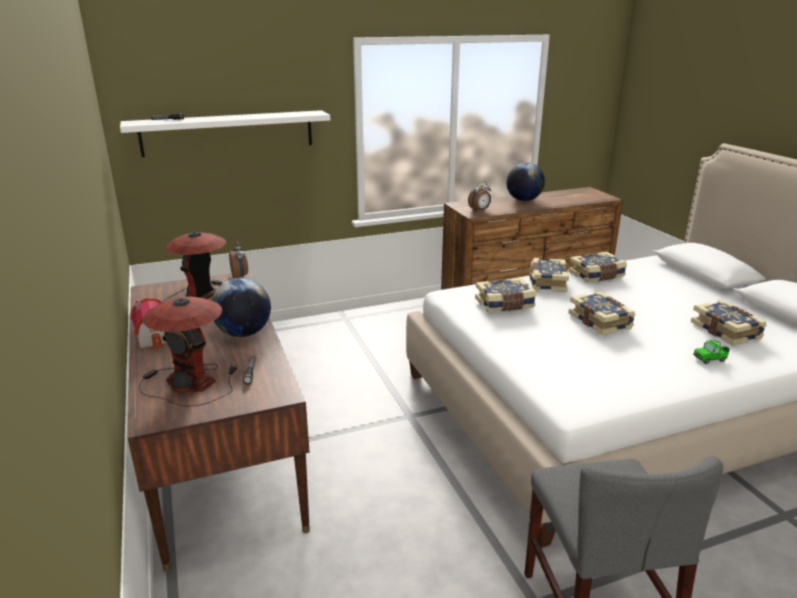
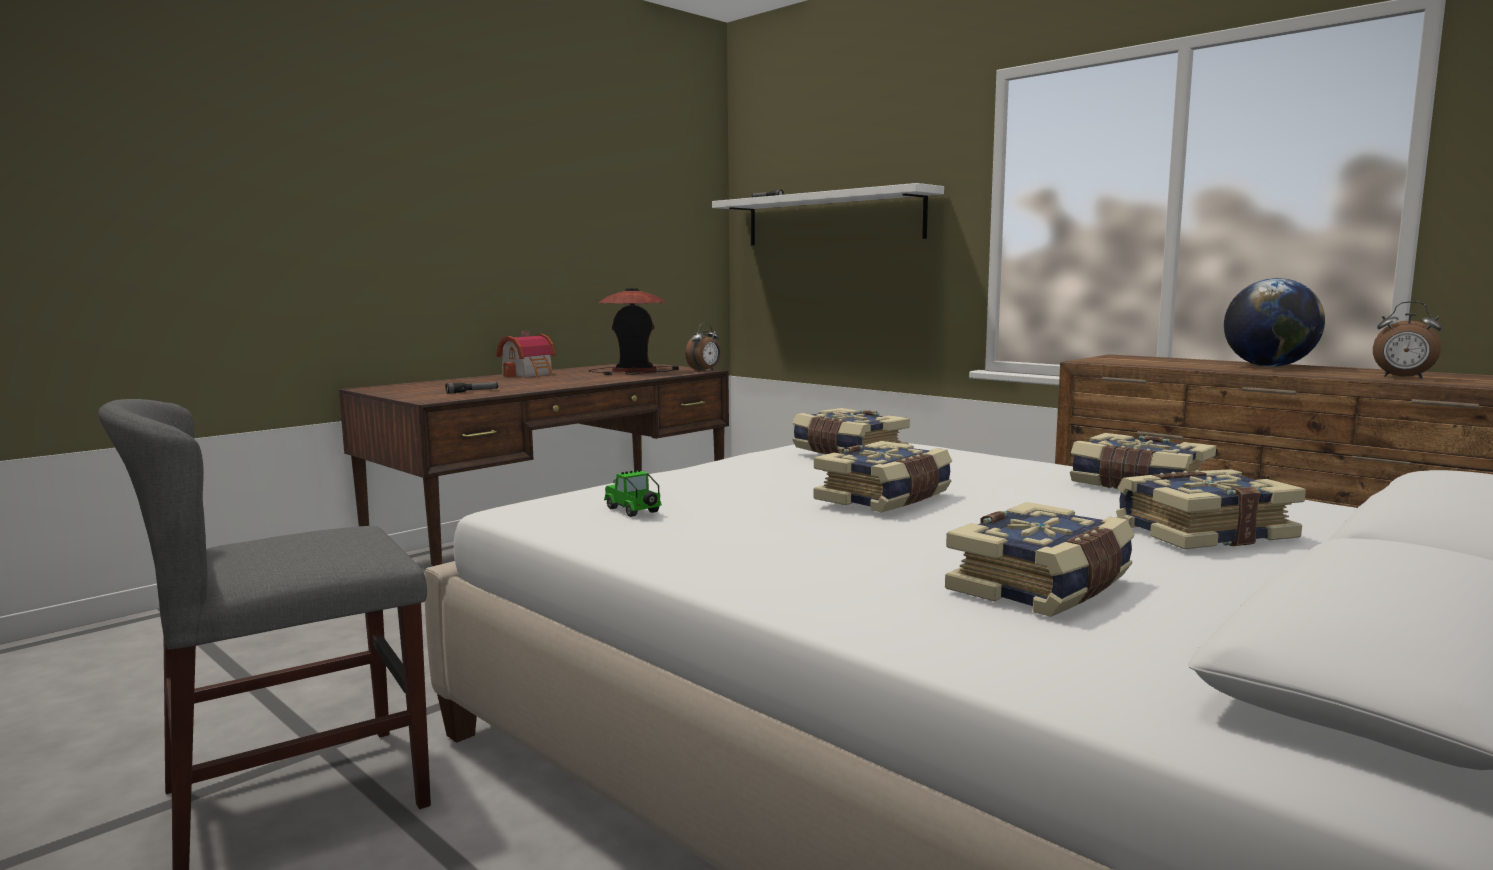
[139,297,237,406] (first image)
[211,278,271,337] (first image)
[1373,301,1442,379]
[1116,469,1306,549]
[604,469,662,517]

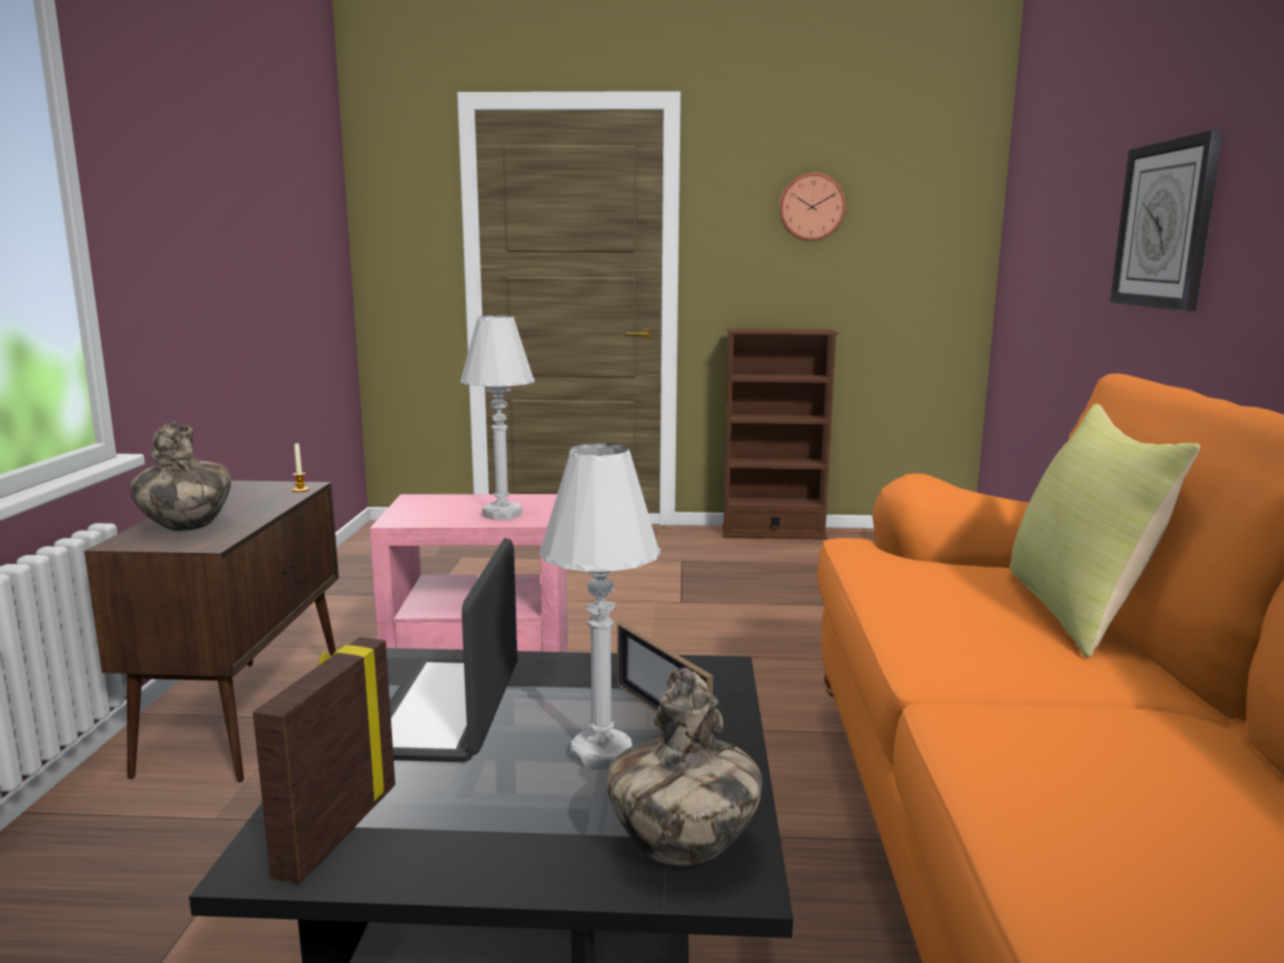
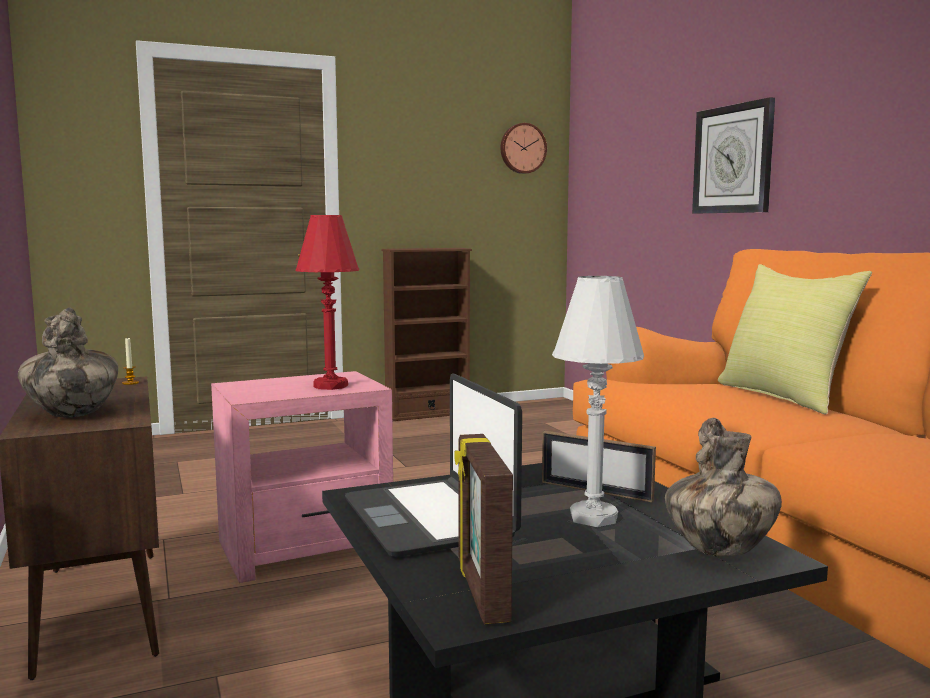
[296,215,359,390]
[501,123,547,174]

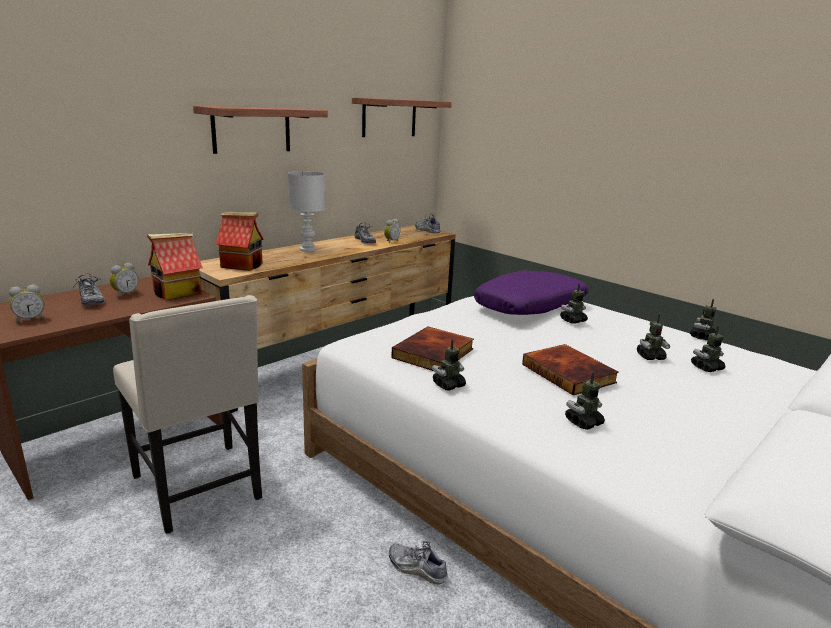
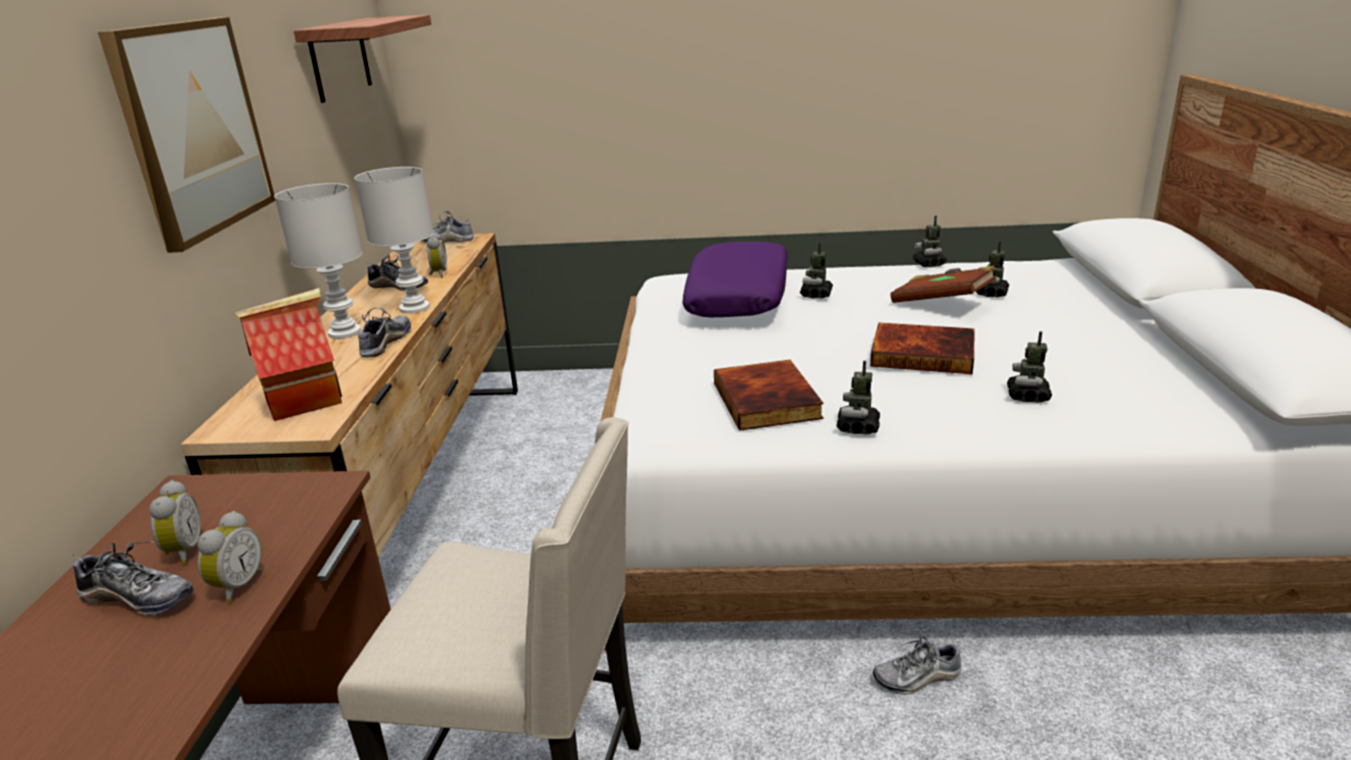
[197,511,262,603]
[147,233,203,300] (first image)
[98,17,275,253]
[890,266,996,303]
[354,167,433,314]
[358,308,411,358]

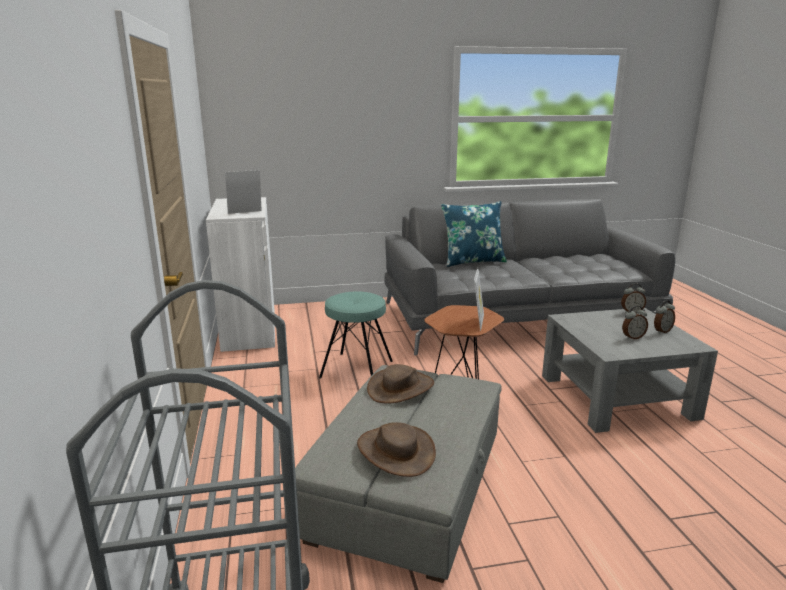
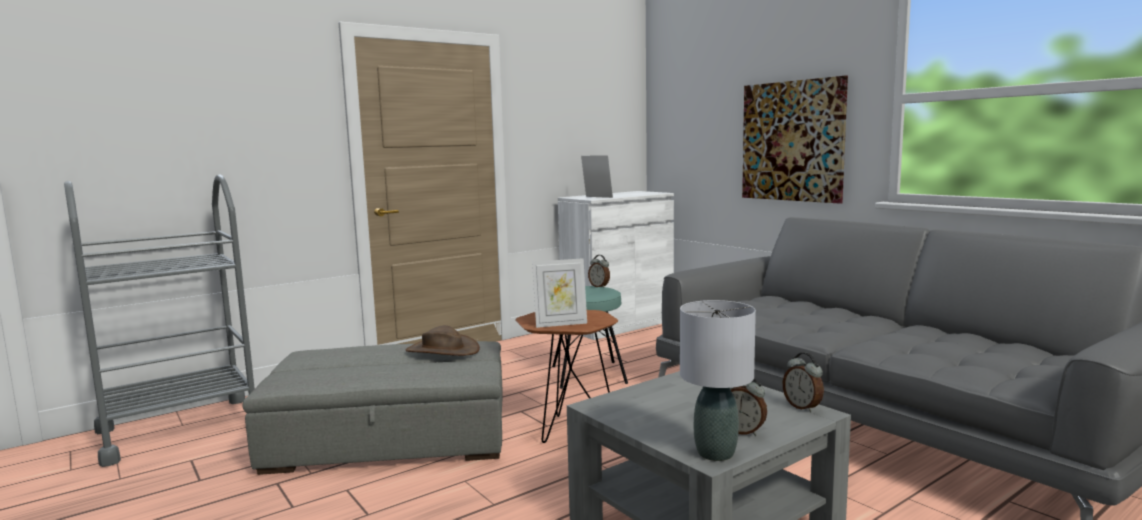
[357,422,436,477] (first image)
[441,201,507,267] (first image)
[588,255,610,288]
[680,300,756,461]
[742,75,848,204]

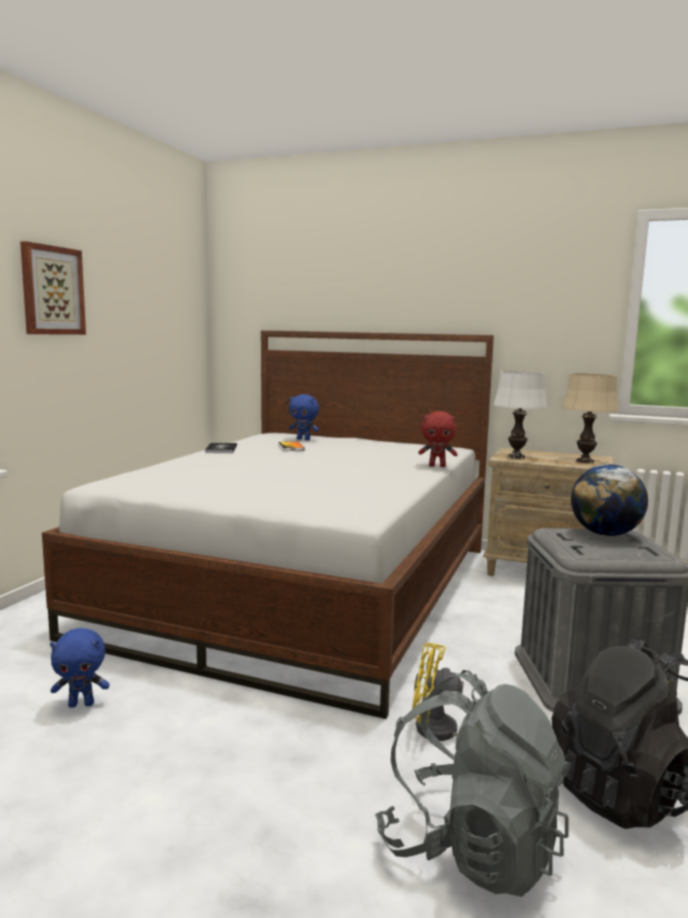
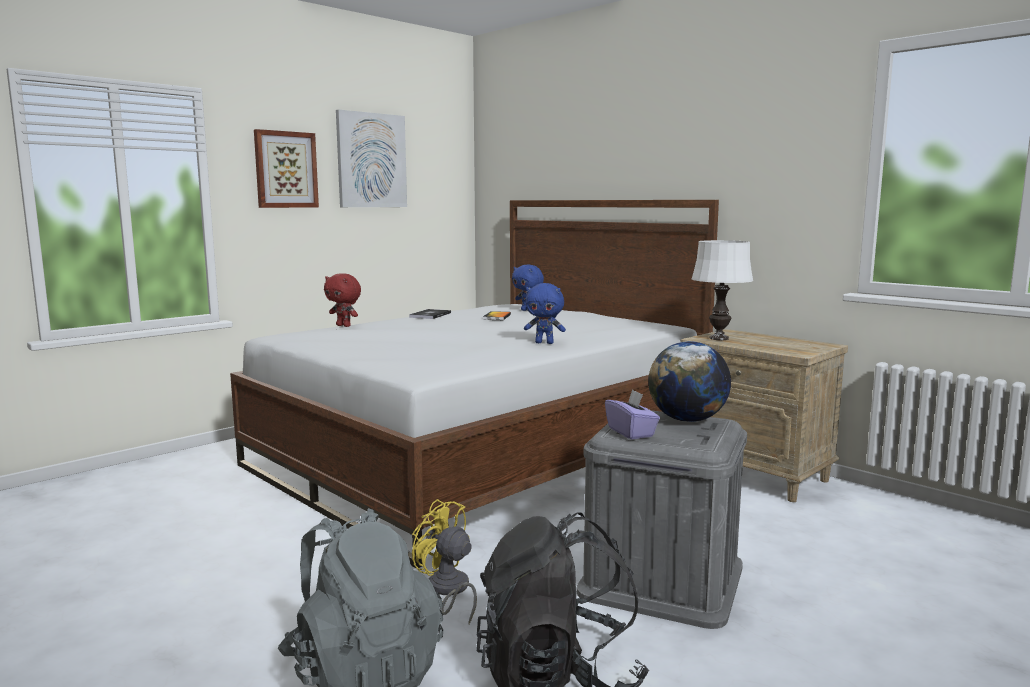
[524,283,566,344]
[324,273,361,327]
[562,373,619,463] (first image)
[336,109,407,207]
[605,389,660,440]

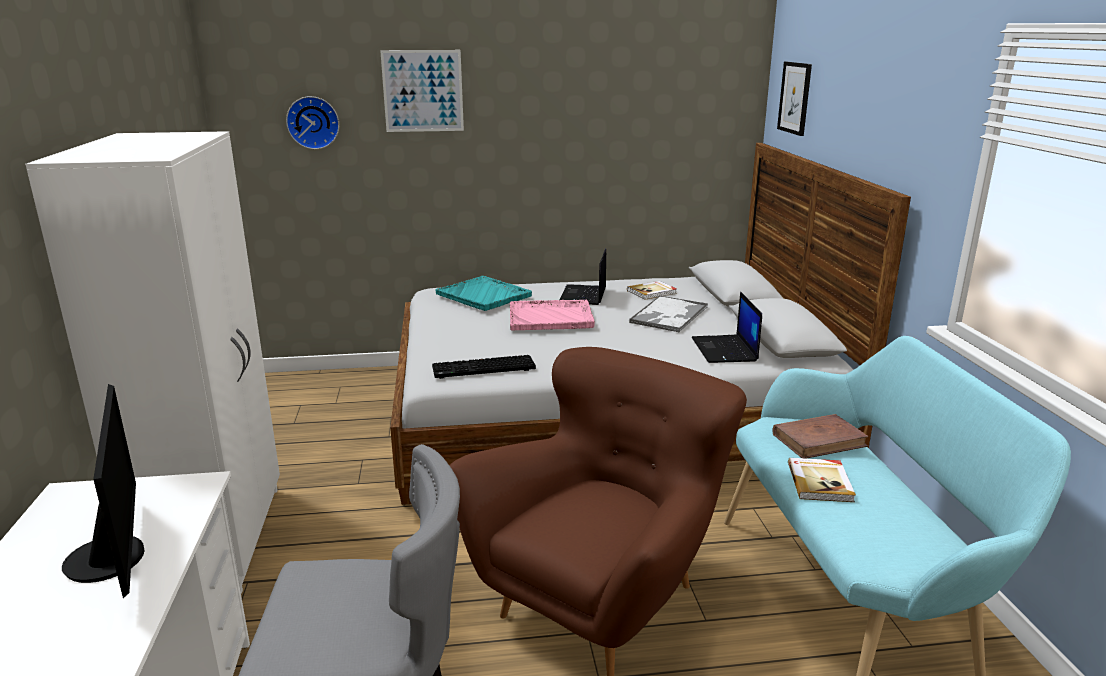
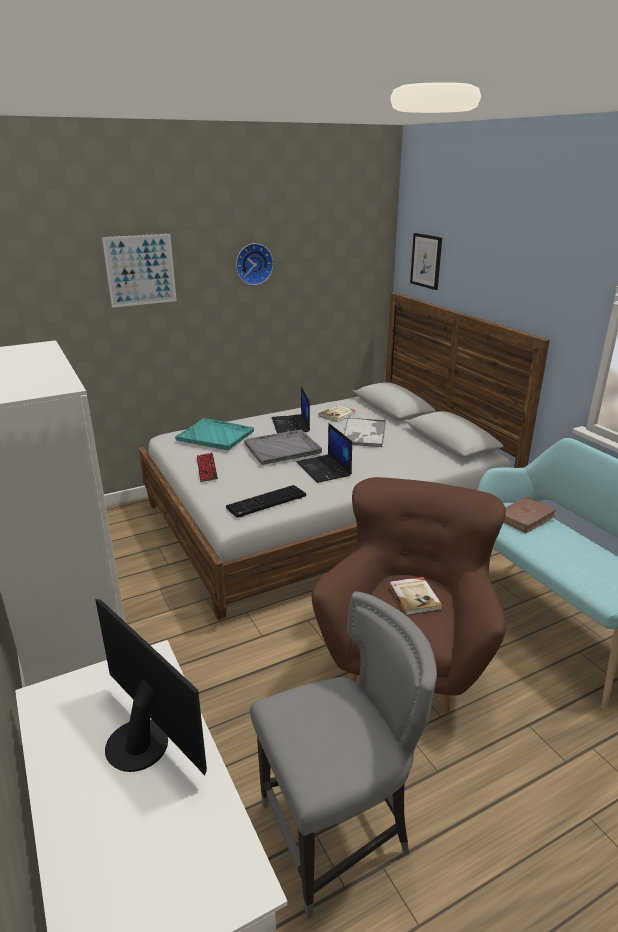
[236,243,273,285]
[244,429,322,465]
[297,423,352,483]
[389,577,442,615]
[197,452,218,482]

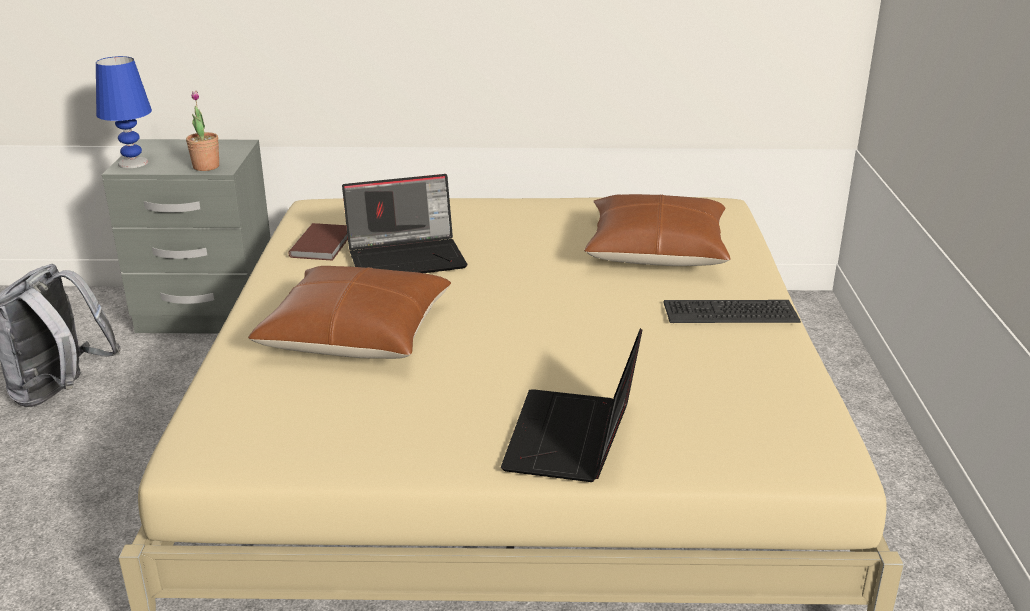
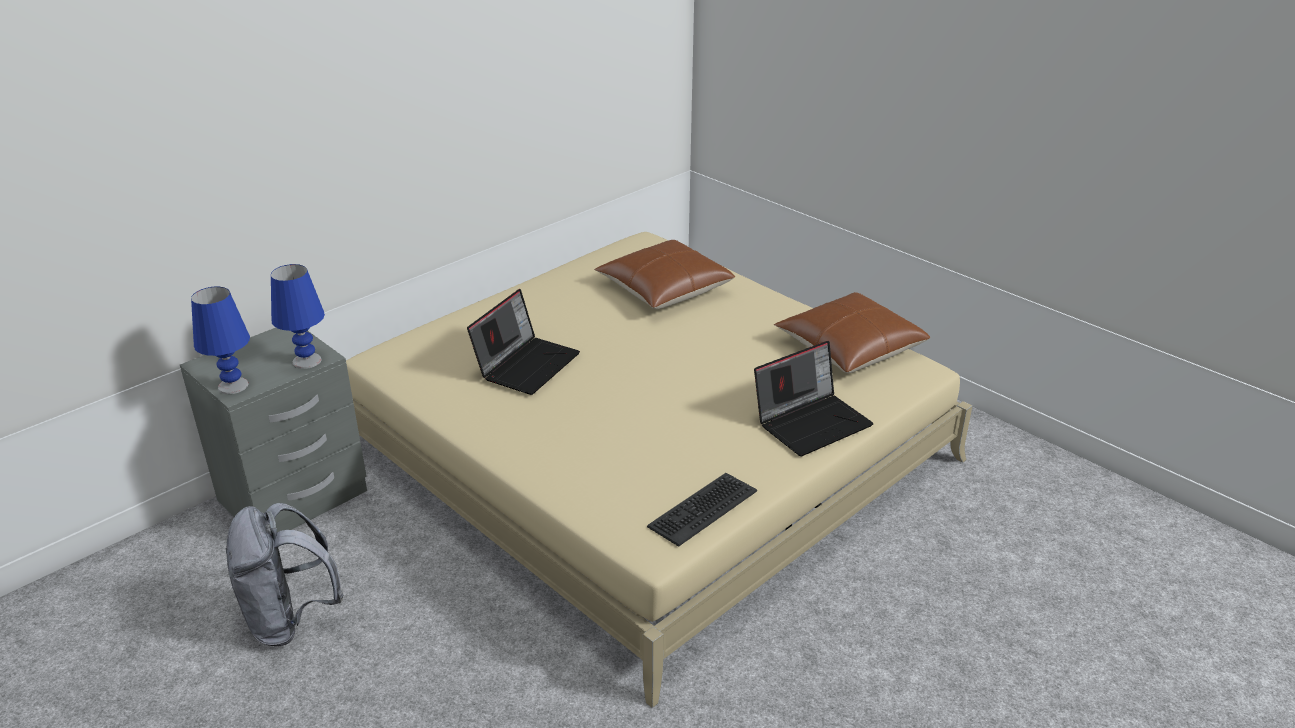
[271,264,325,369]
[774,292,930,373]
[288,223,348,261] (first image)
[754,341,874,456]
[647,473,757,547]

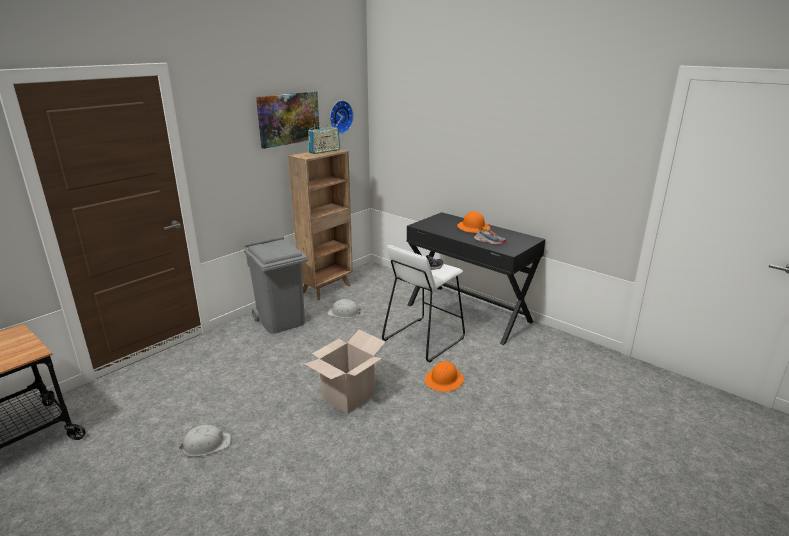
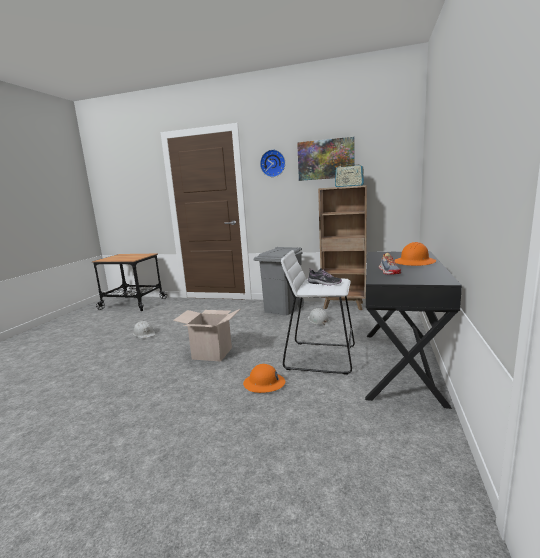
[260,150,285,177]

